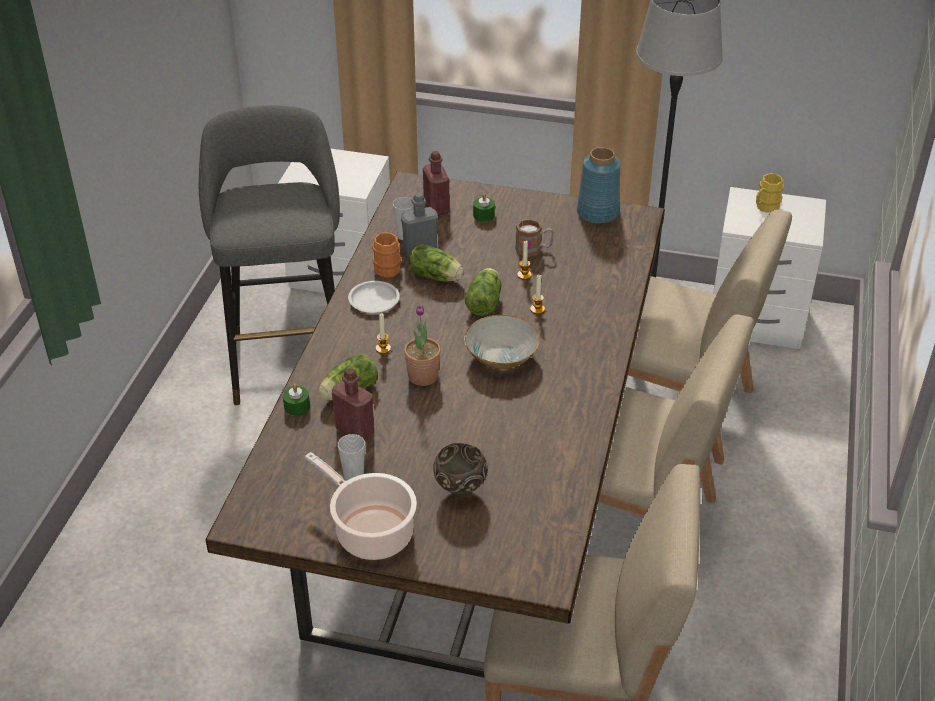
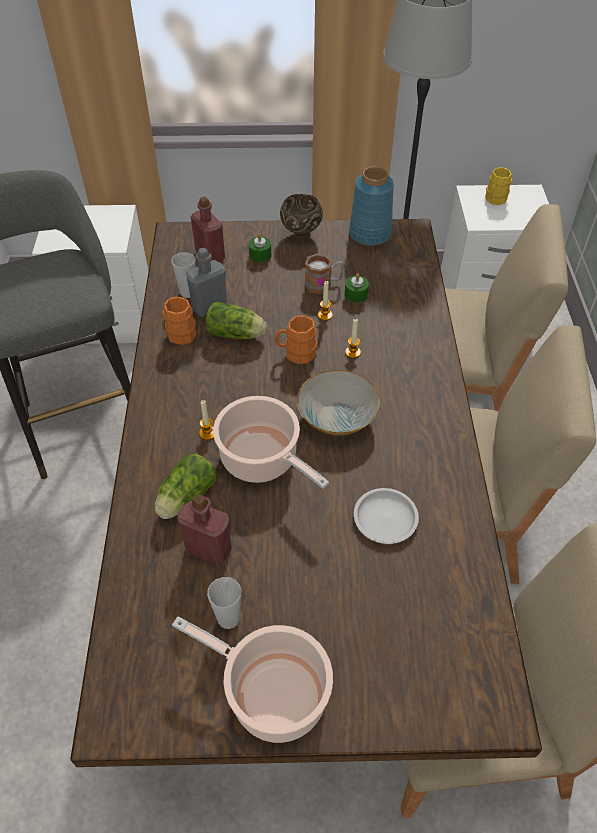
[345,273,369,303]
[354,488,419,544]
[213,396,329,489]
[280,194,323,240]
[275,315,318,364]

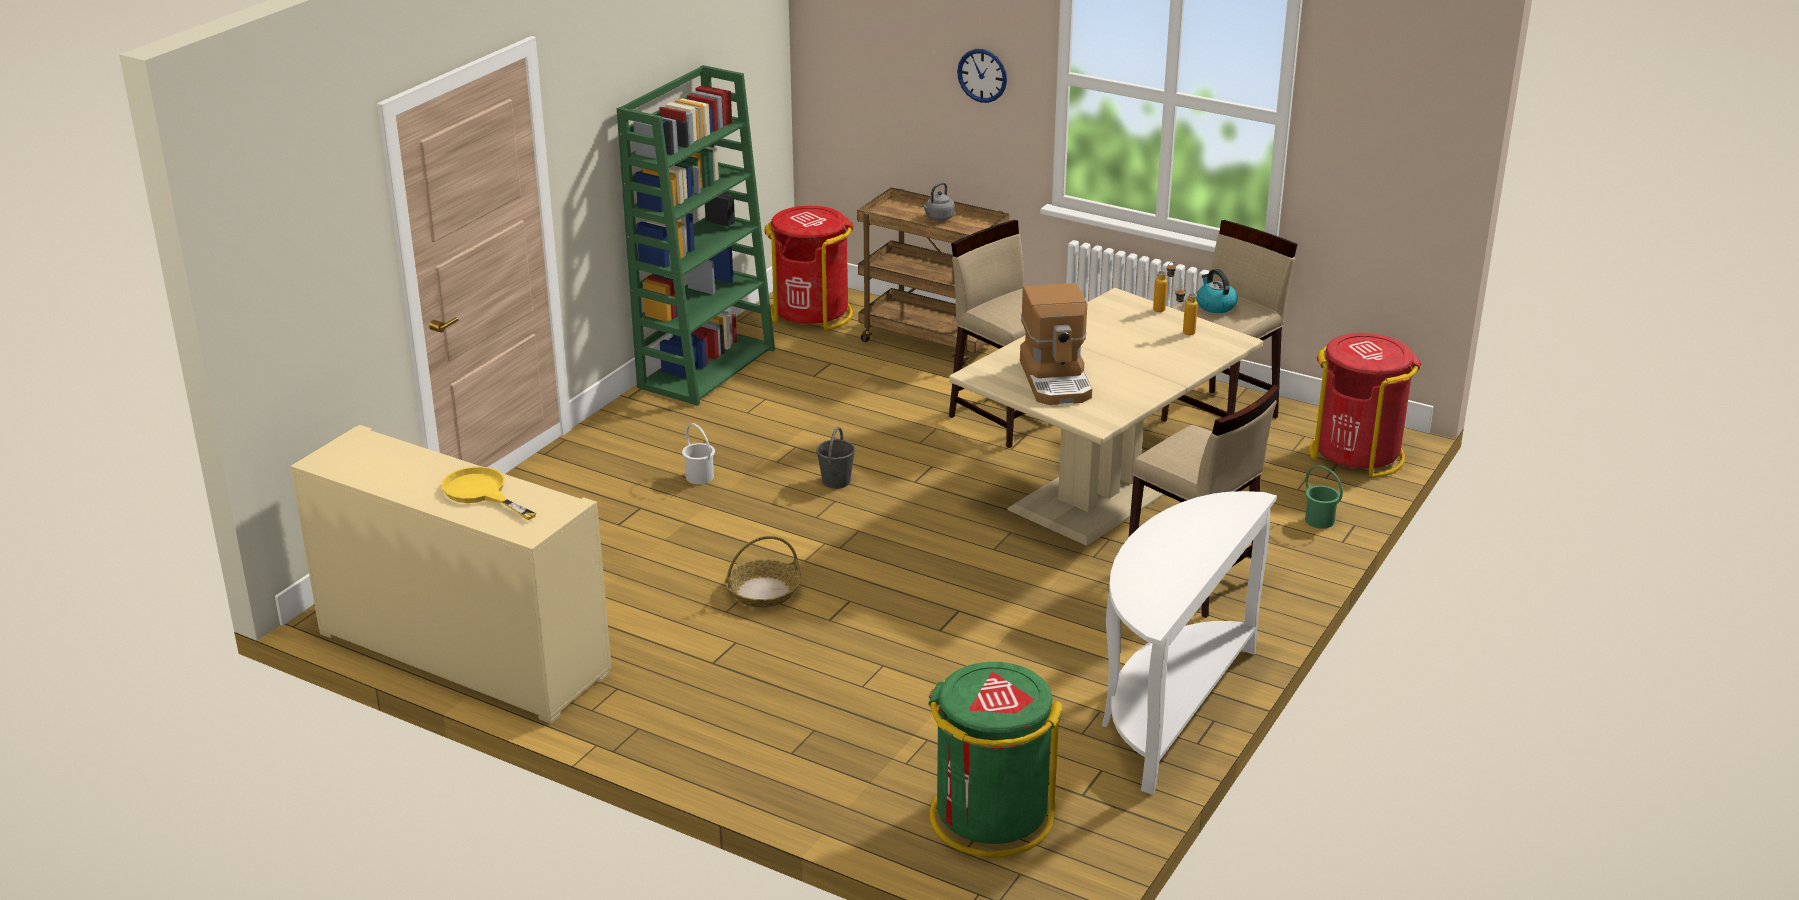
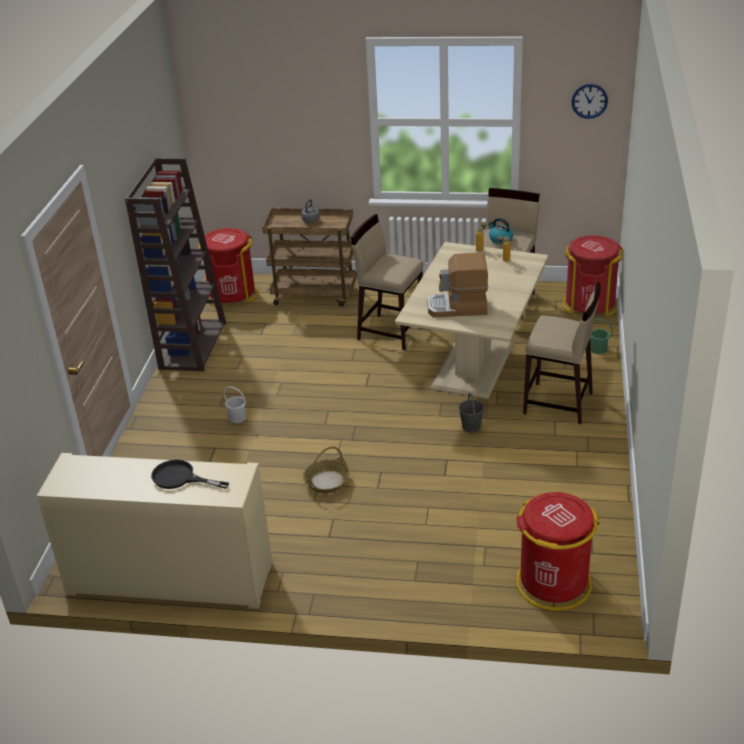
[151,460,229,489]
[125,158,226,372]
[459,393,484,433]
[516,492,600,611]
[571,84,608,119]
[427,253,488,317]
[1102,491,1277,795] (first image)

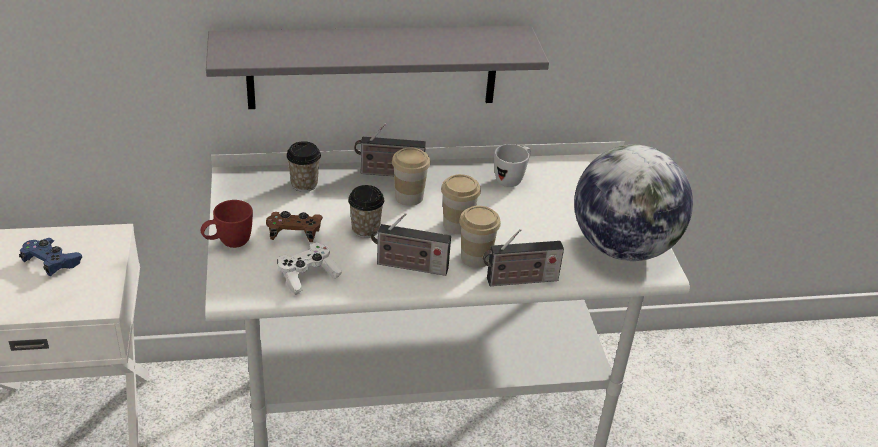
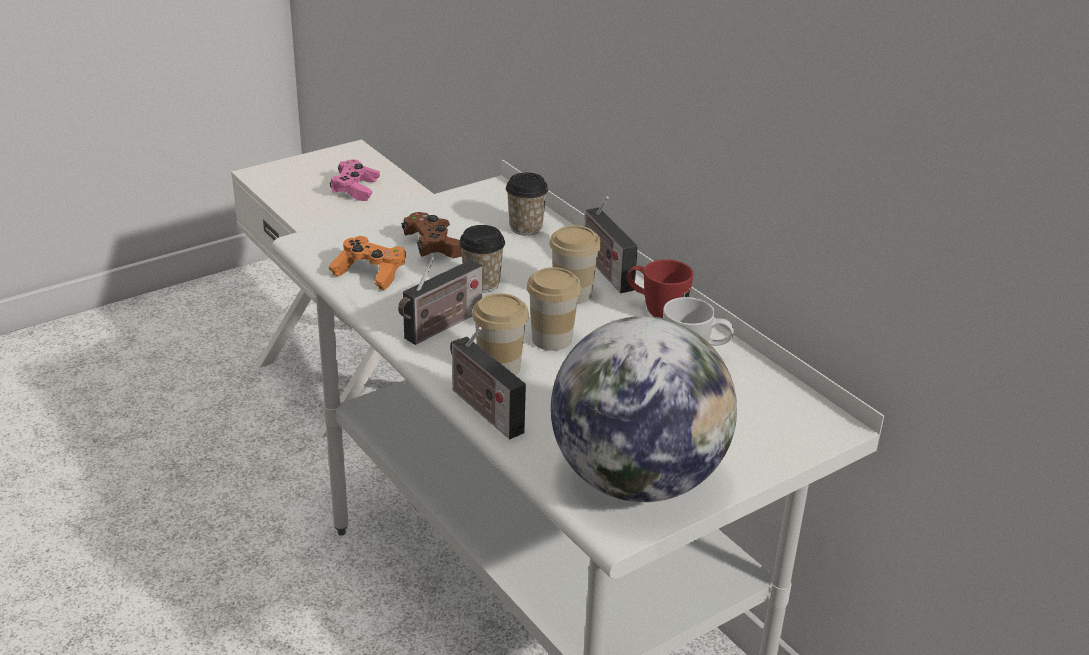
[330,159,380,201]
[627,259,694,318]
[206,26,549,109] (first image)
[329,236,406,290]
[398,256,482,345]

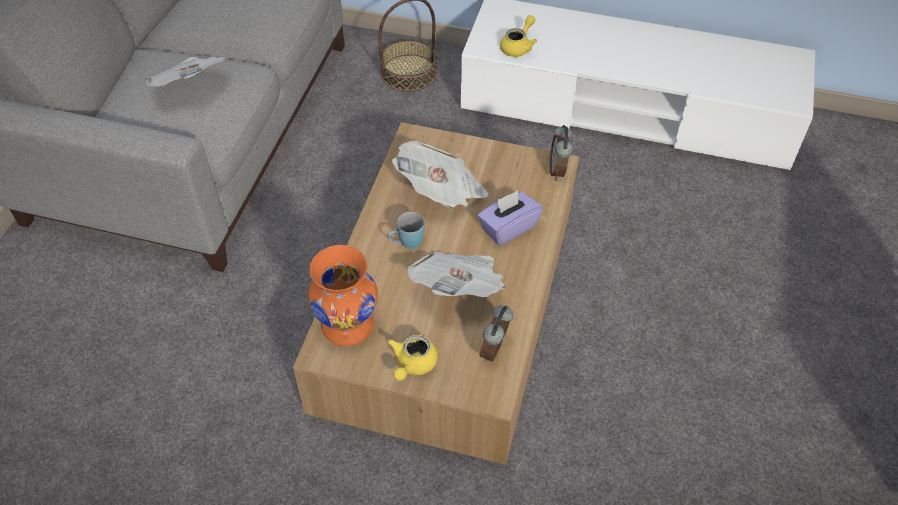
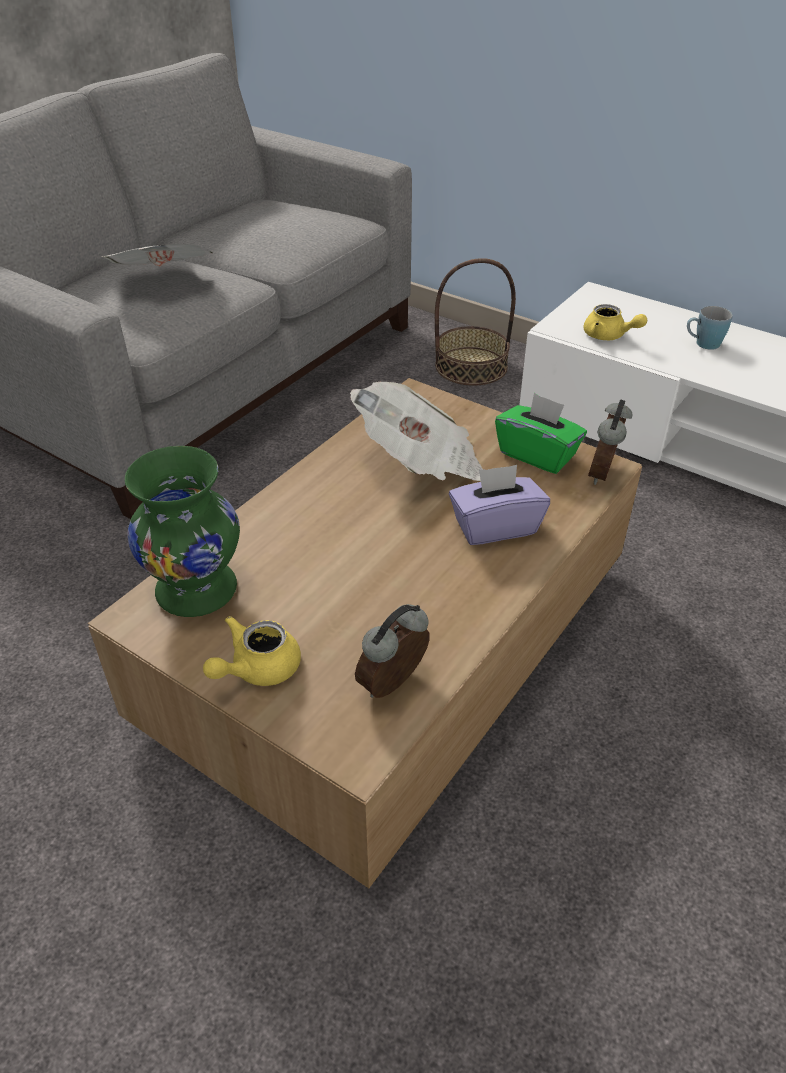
[125,446,240,617]
[687,306,733,350]
[407,251,506,297] (first image)
[583,304,647,340]
[495,393,587,474]

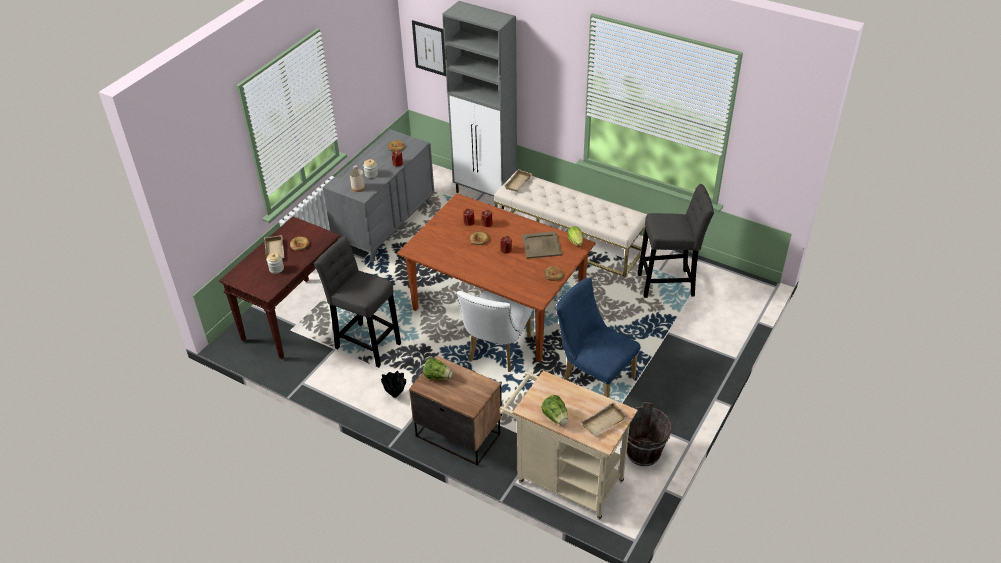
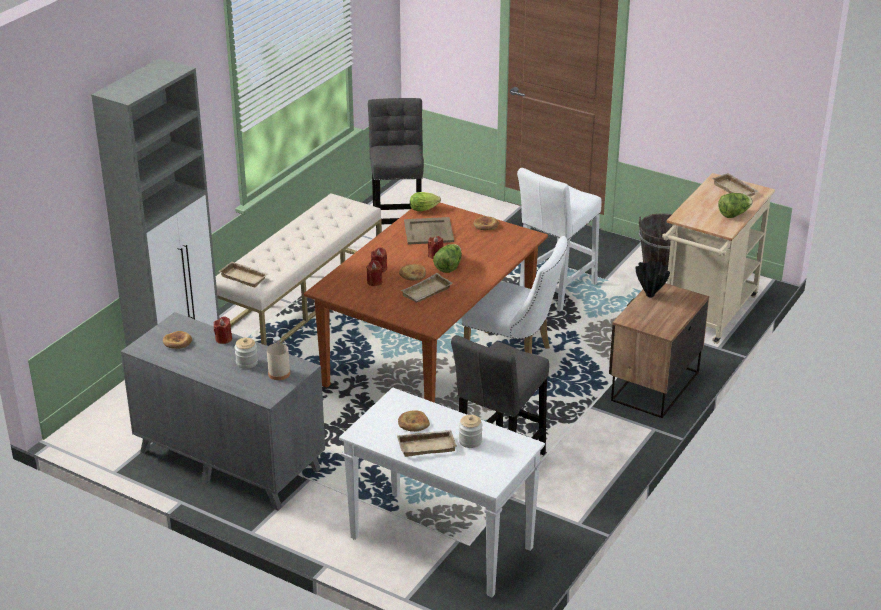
[339,387,545,597]
[635,261,670,298]
[412,20,446,76] (first image)
[433,244,462,273]
[517,168,602,312]
[401,273,453,303]

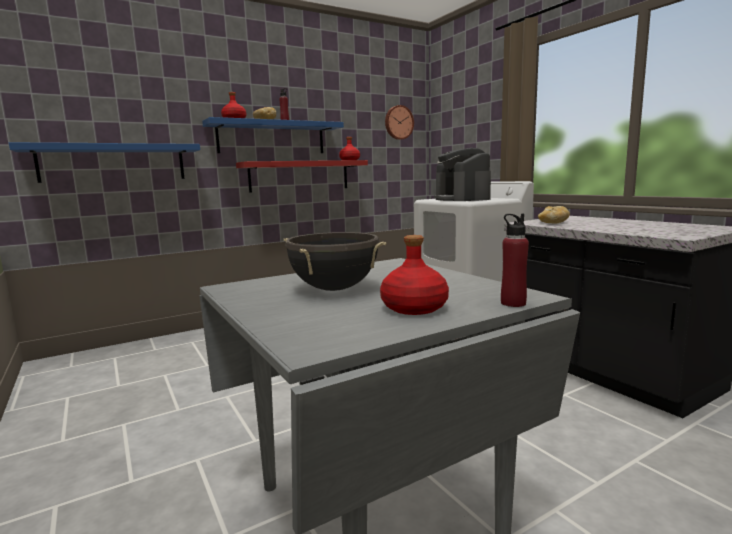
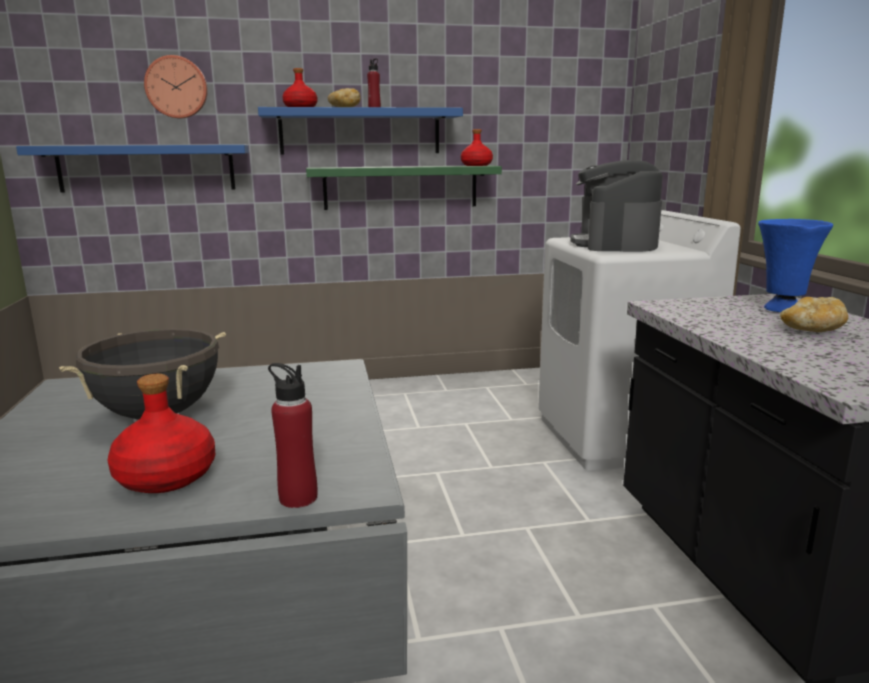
[306,165,502,210]
[144,55,208,118]
[780,297,848,332]
[758,219,833,312]

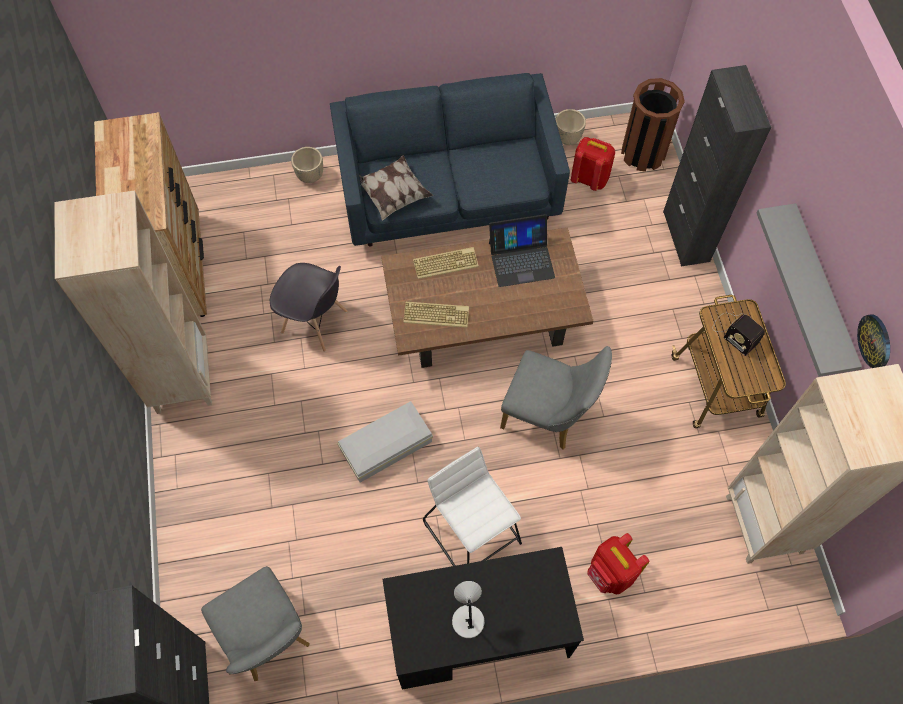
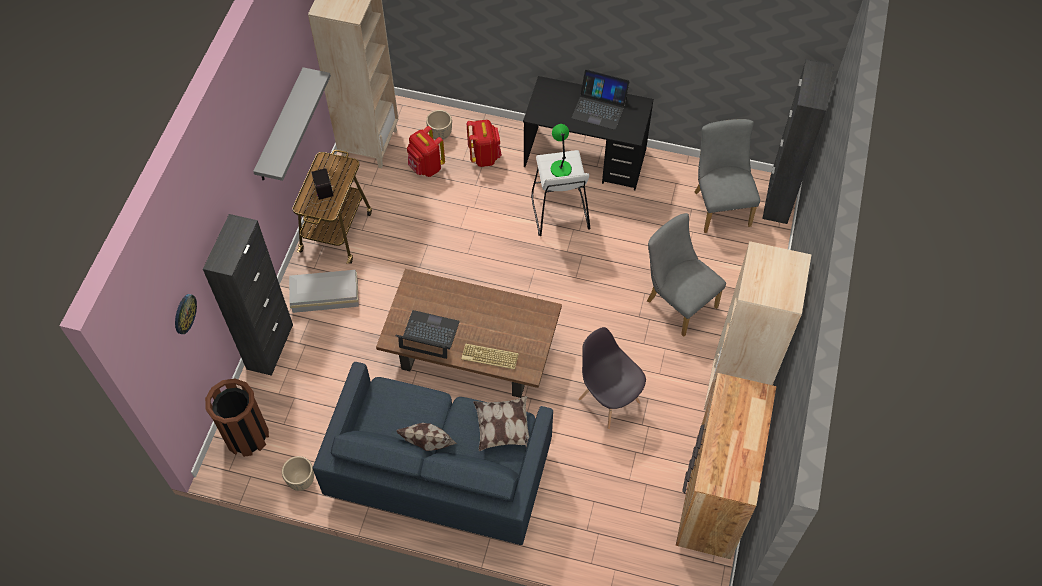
[426,110,452,140]
[289,270,359,313]
[403,302,469,328] (first image)
[571,69,630,130]
[647,213,726,337]
[407,126,445,177]
[175,294,197,334]
[396,423,457,451]
[551,124,572,177]

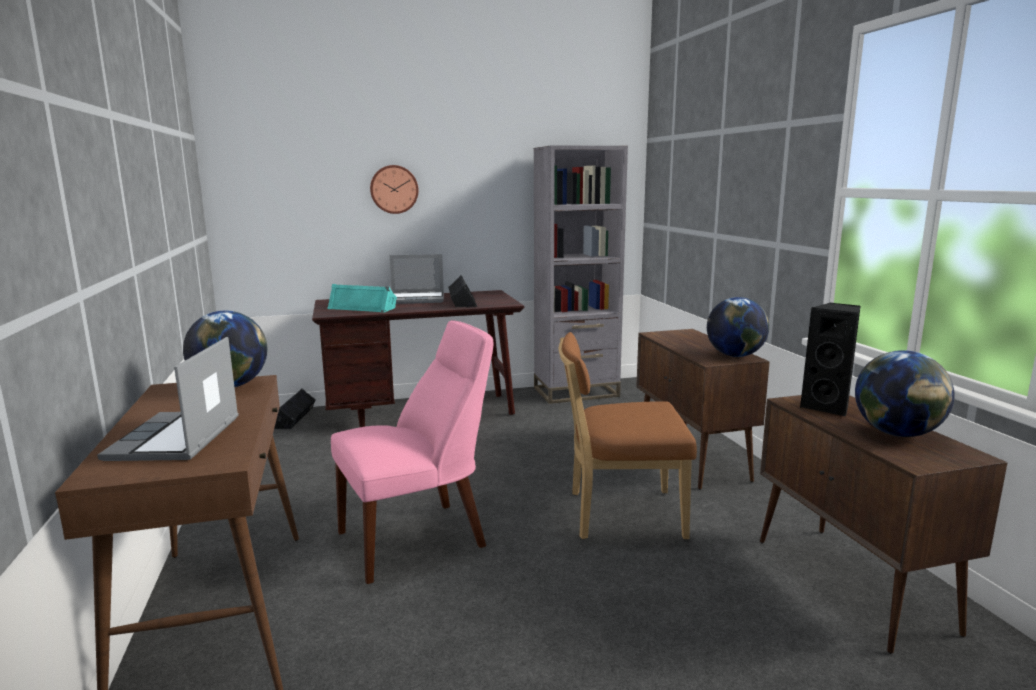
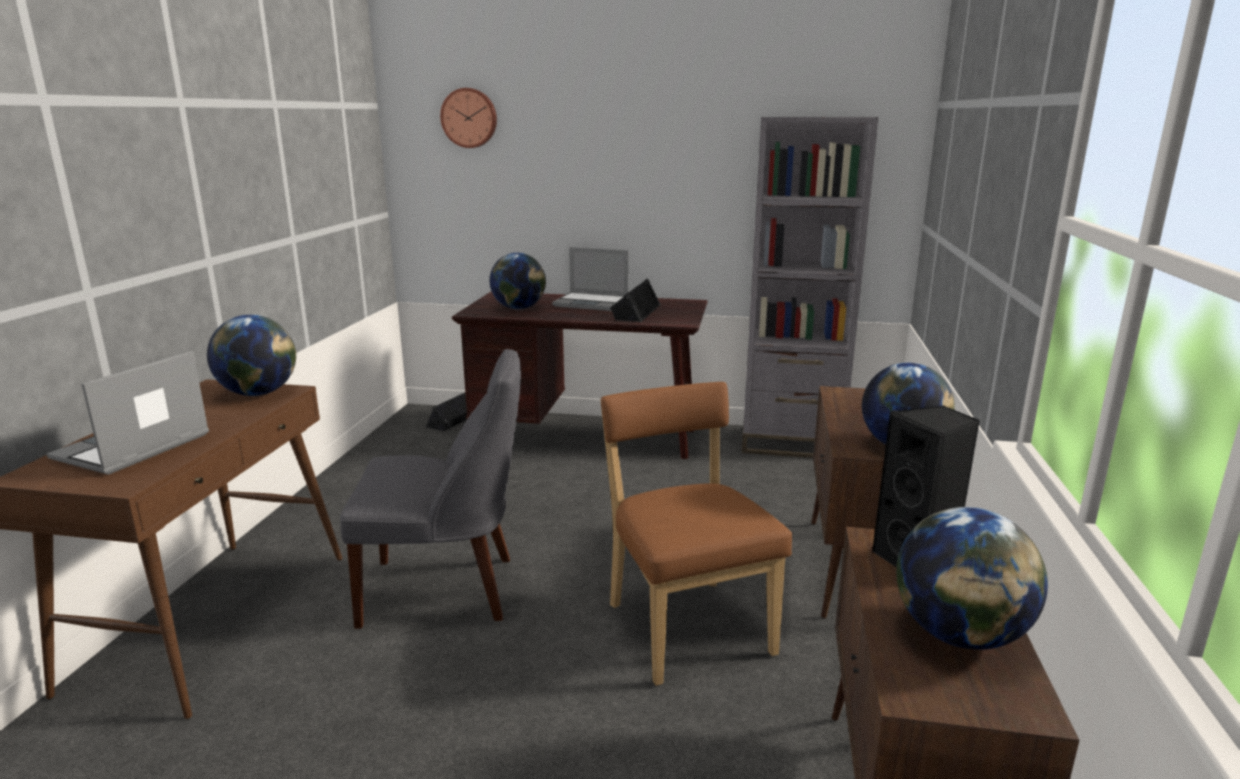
[490,253,546,309]
[340,349,521,629]
[440,88,497,148]
[601,382,792,686]

